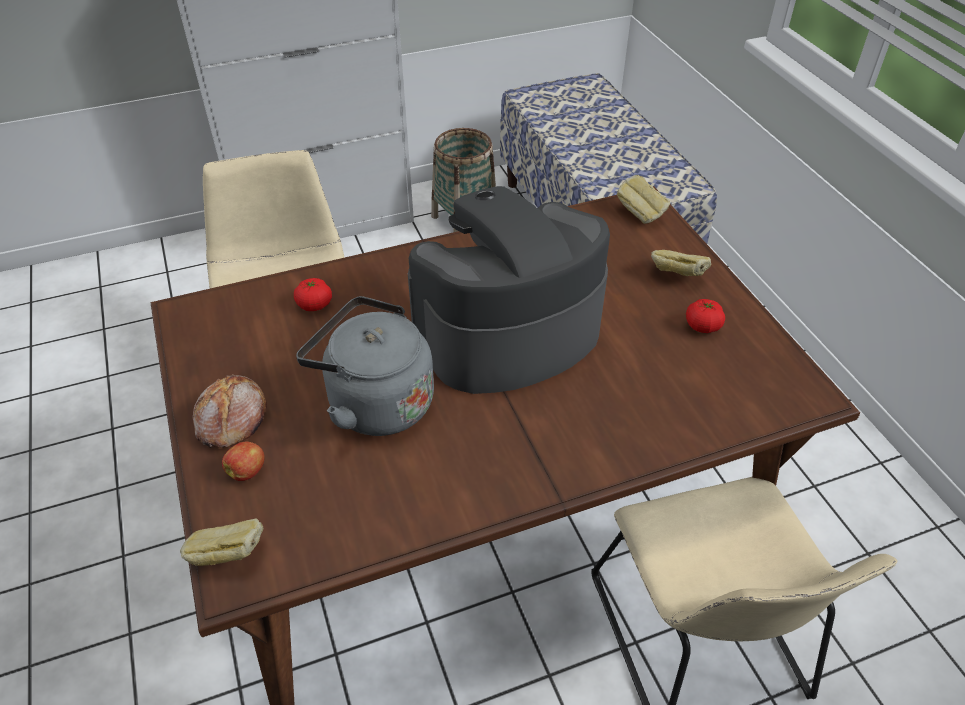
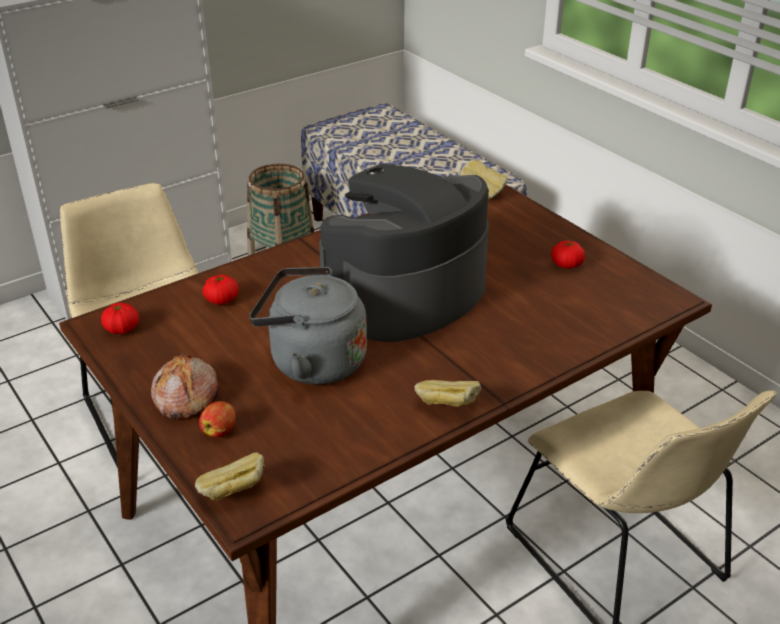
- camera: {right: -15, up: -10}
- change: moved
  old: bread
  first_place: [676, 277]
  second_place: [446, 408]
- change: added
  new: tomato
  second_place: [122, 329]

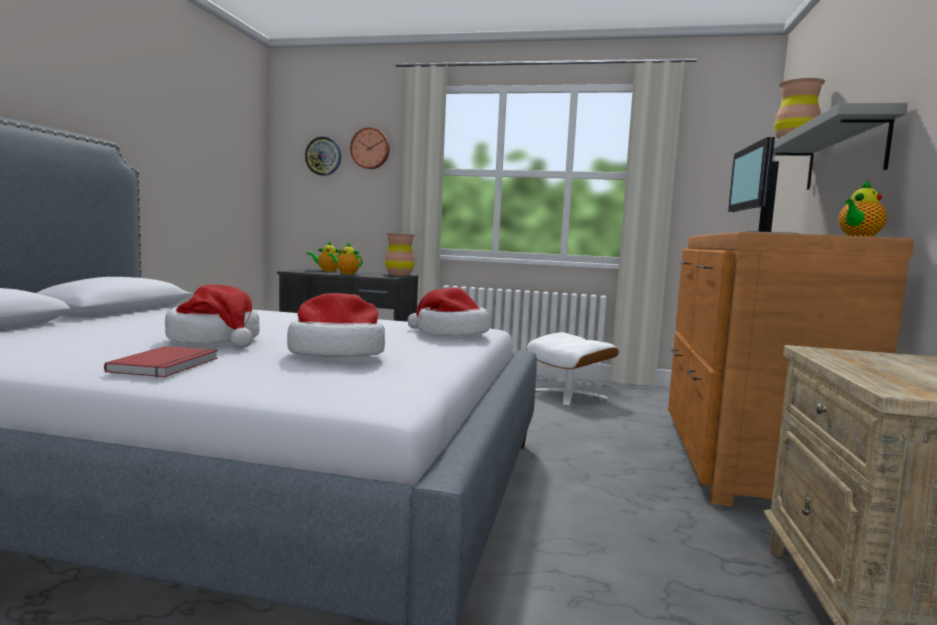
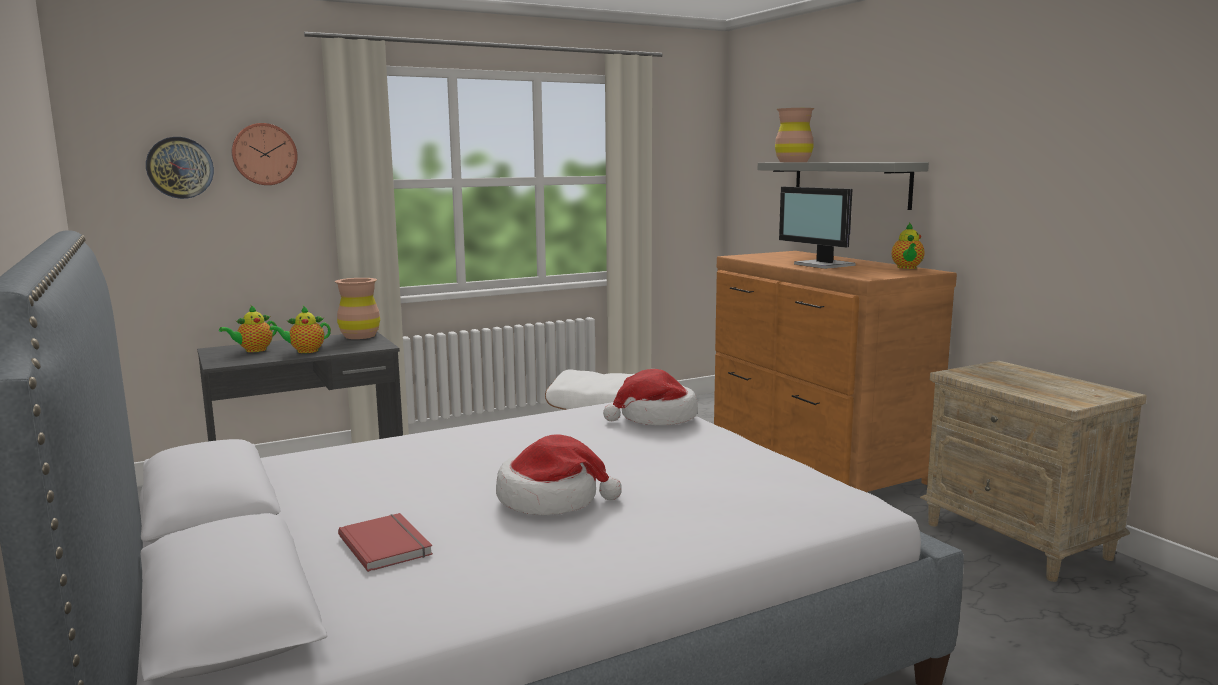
- camera: {right: -40, up: 5}
- change: removed
  old: hat
  first_place: [337, 353]
- change: moved
  old: book (red)
  first_place: [168, 365]
  second_place: [387, 544]

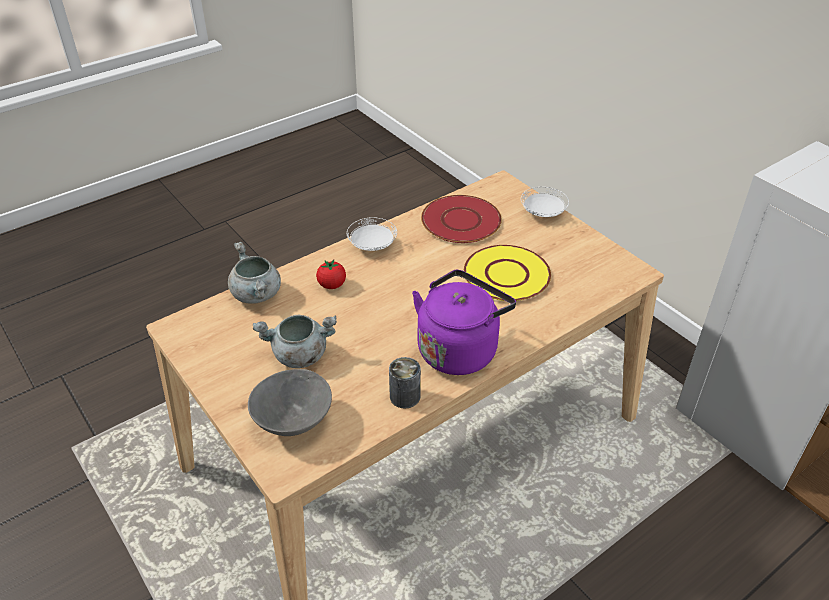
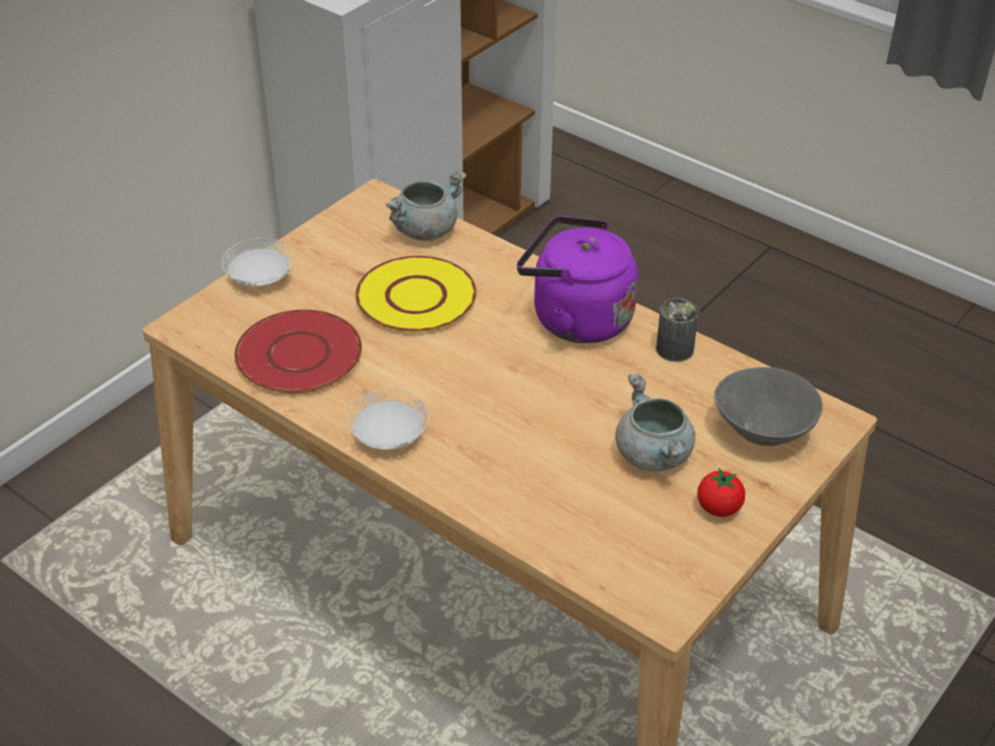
- camera: {right: -105, up: 0}
- change: moved
  old: cooking pot (grey)
  first_place: [257, 294]
  second_place: [425, 230]
- change: moved
  old: tomato
  first_place: [332, 285]
  second_place: [718, 508]

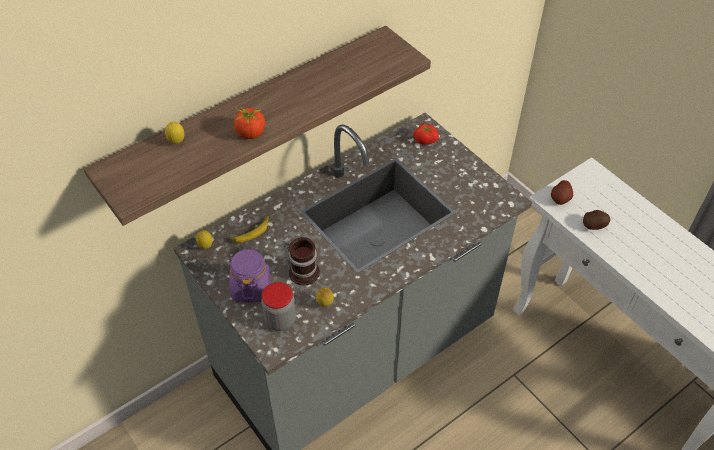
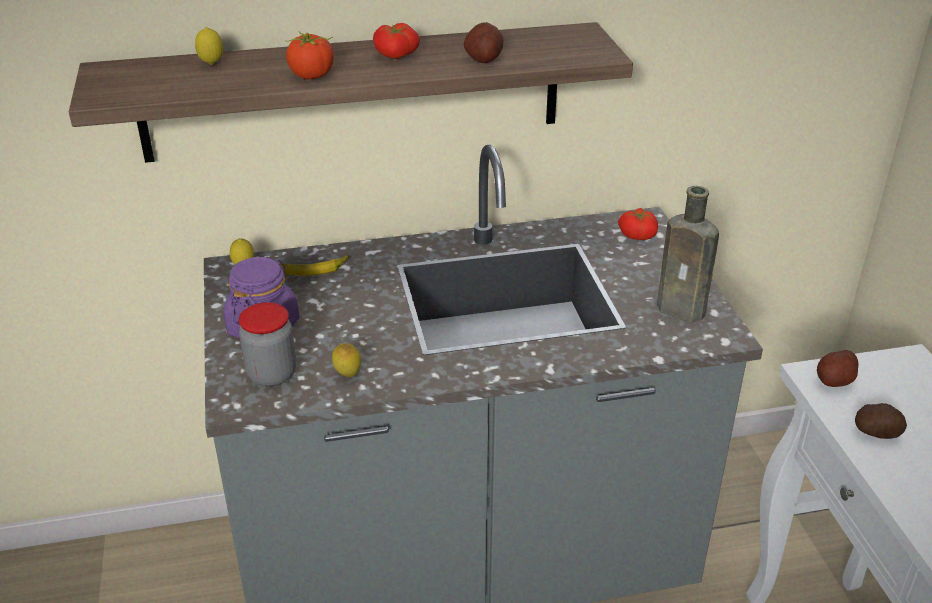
- camera: {right: 25, up: -15}
- change: removed
  old: mug
  first_place: [302, 270]
- change: added
  new: potato
  second_place: [483, 58]
- change: added
  new: tomato
  second_place: [396, 56]
- change: added
  new: bottle (brown)
  second_place: [684, 311]

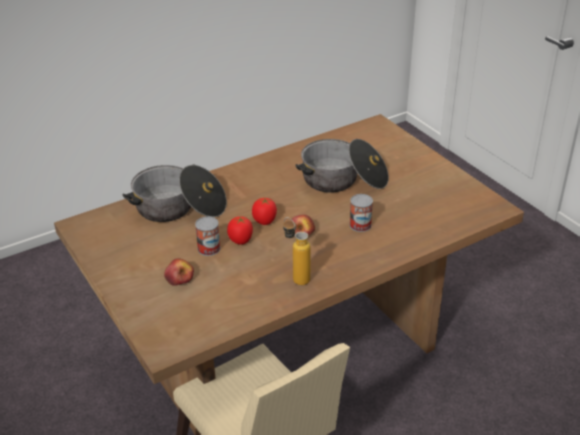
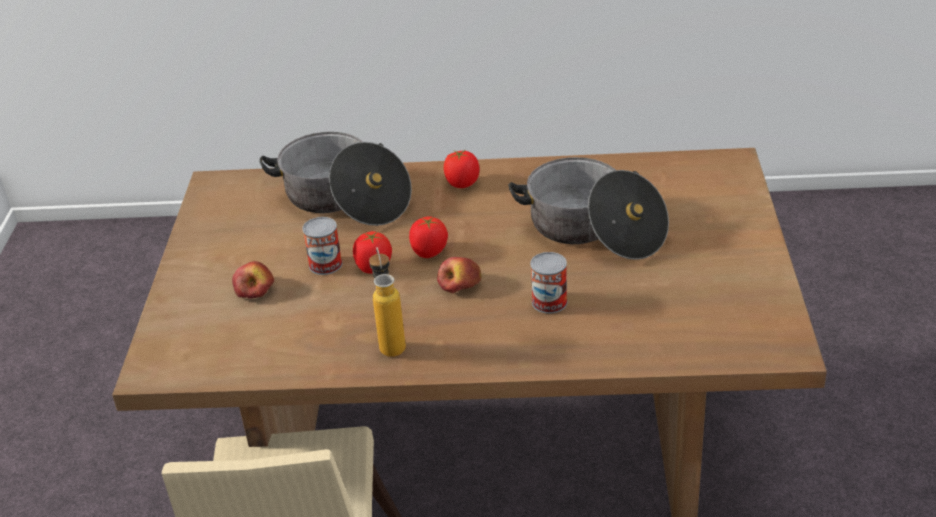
- camera: {right: 35, up: 0}
- change: added
  new: tomato
  second_place: [462, 184]

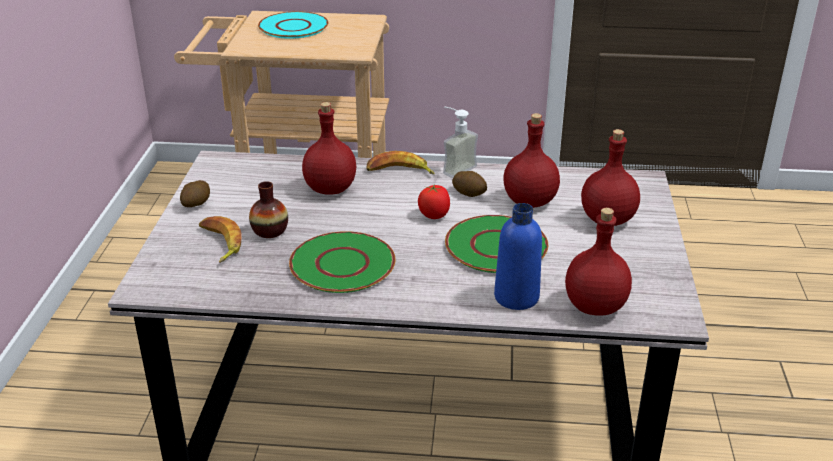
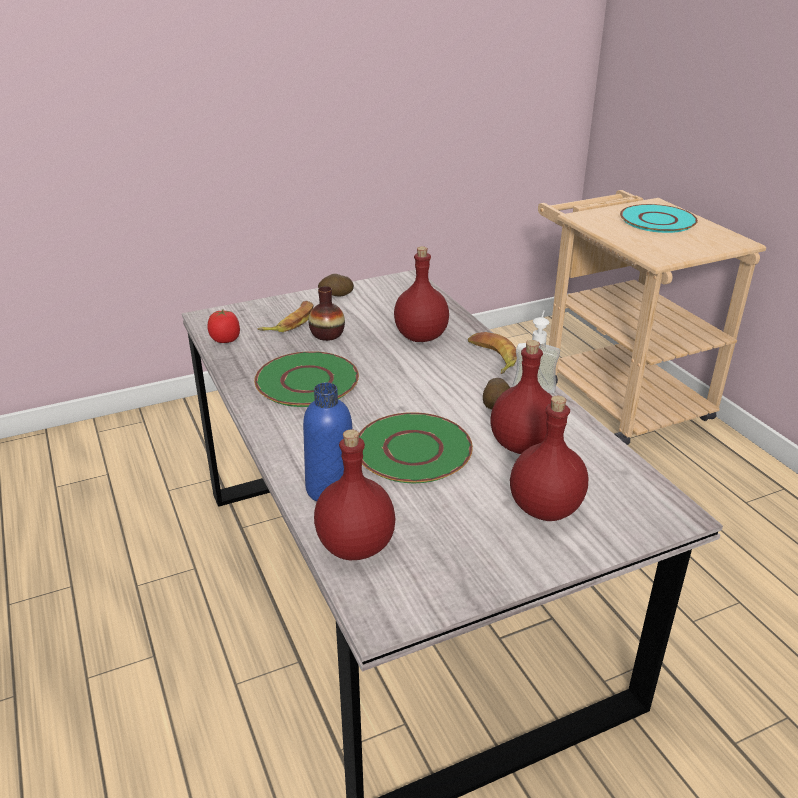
- camera: {right: 60, up: 0}
- change: moved
  old: tomato
  first_place: [434, 215]
  second_place: [225, 340]

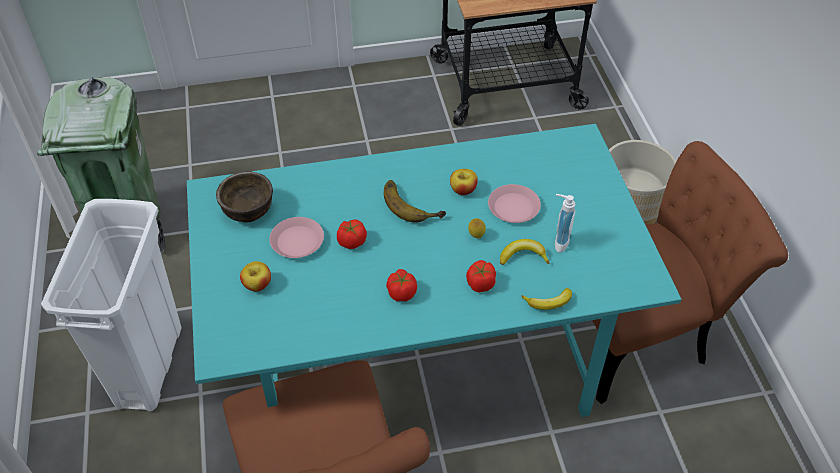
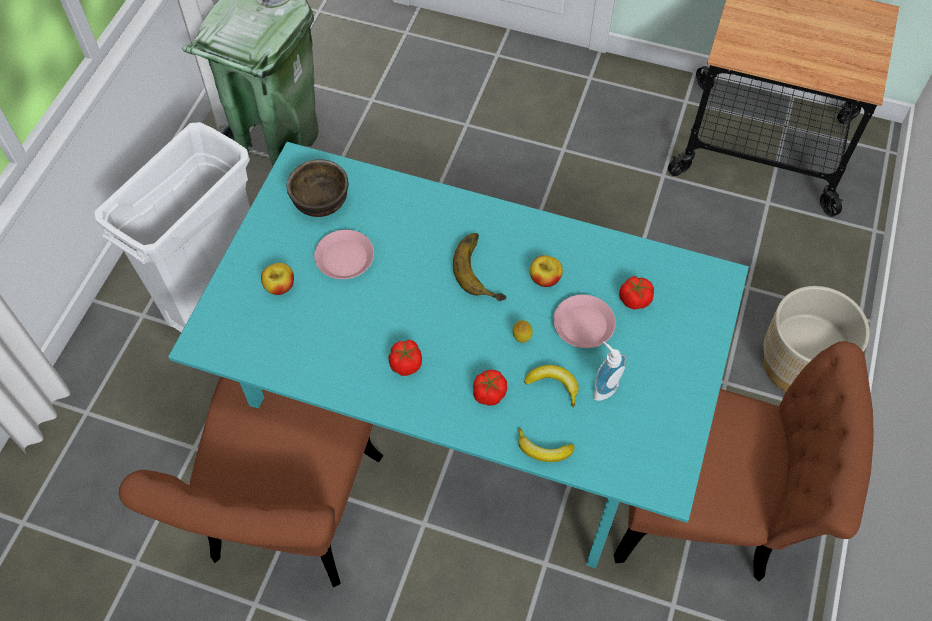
- camera: {right: 30, up: 10}
- change: moved
  old: tomato
  first_place: [351, 241]
  second_place: [634, 299]

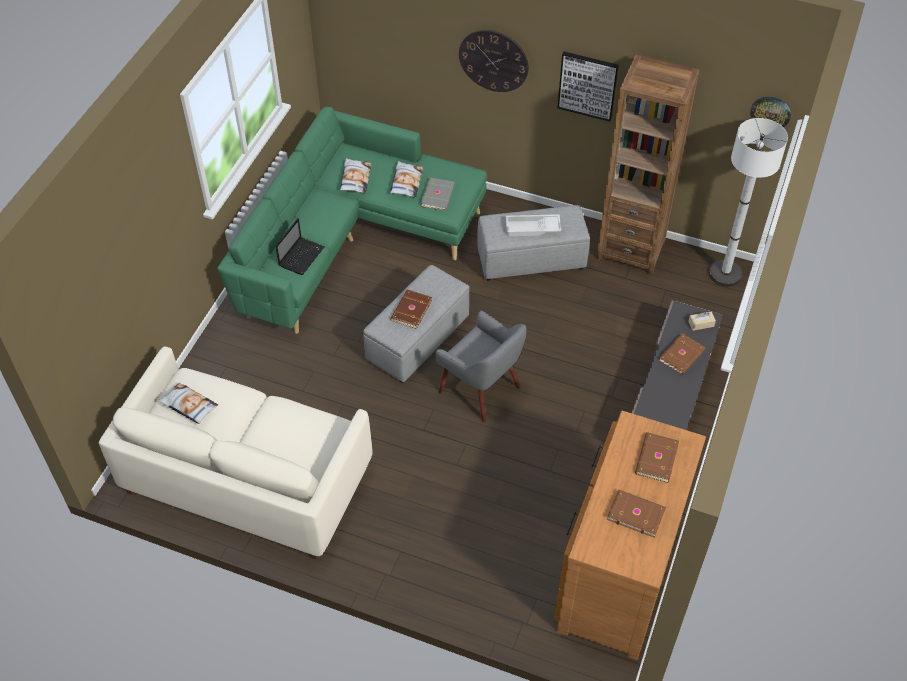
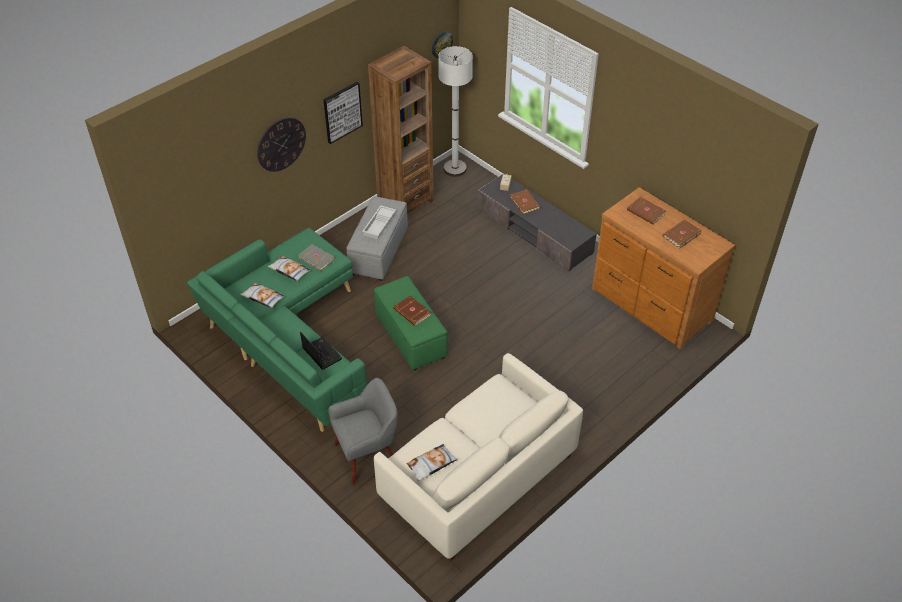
- camera: {right: -65, up: -5}
- change: recoloured
  old: ottoman (grey)
  new: ottoman (green)
  first_place: [418, 339]
  second_place: [410, 336]
- change: moved
  old: armchair (grey)
  first_place: [481, 389]
  second_place: [367, 455]

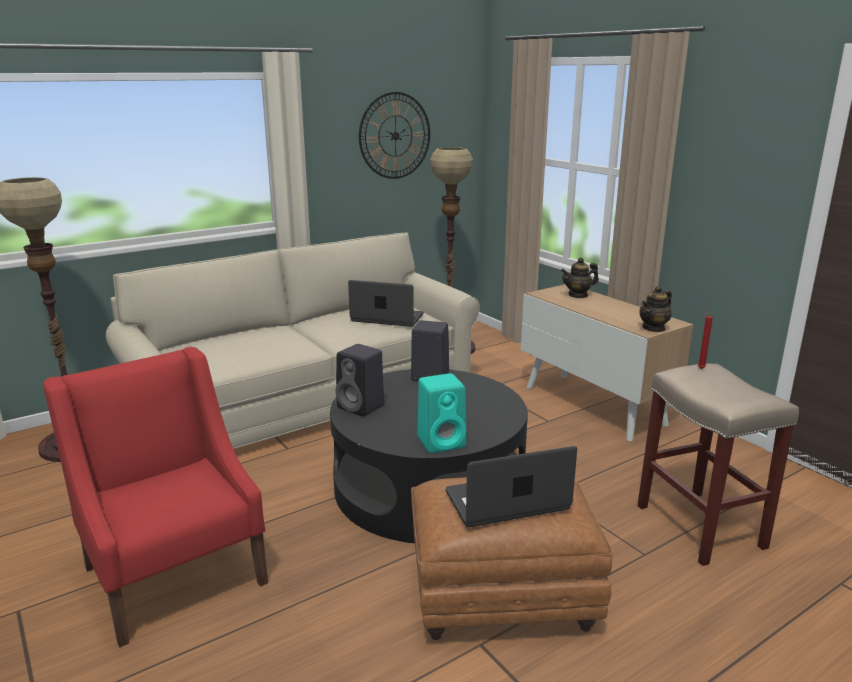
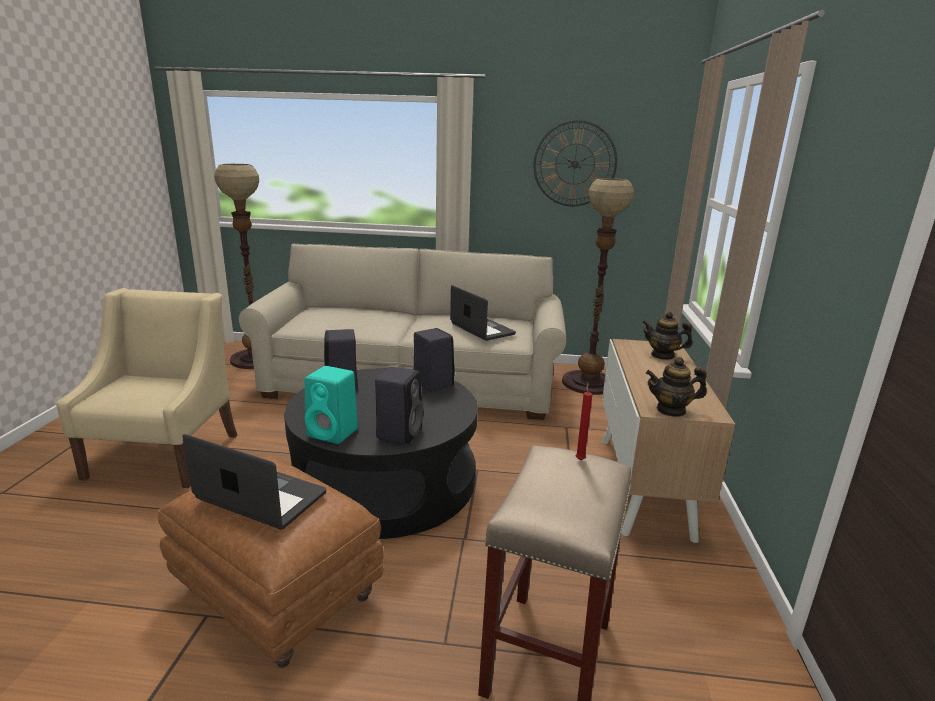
- camera: {right: 40, up: 0}
- change: recoloured
  old: armchair (red)
  new: armchair (beige)
  first_place: [175, 573]
  second_place: [165, 455]
- change: added
  new: speaker (black)
  second_place: [399, 432]

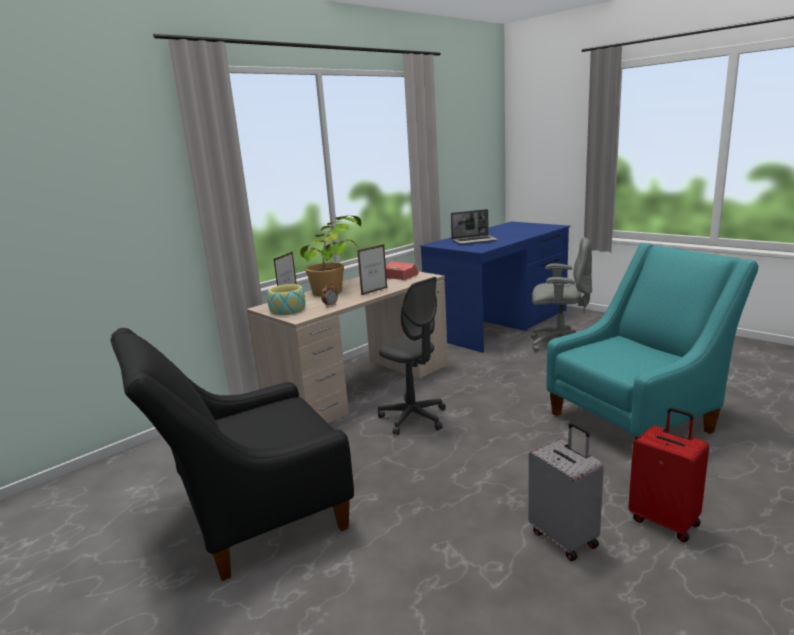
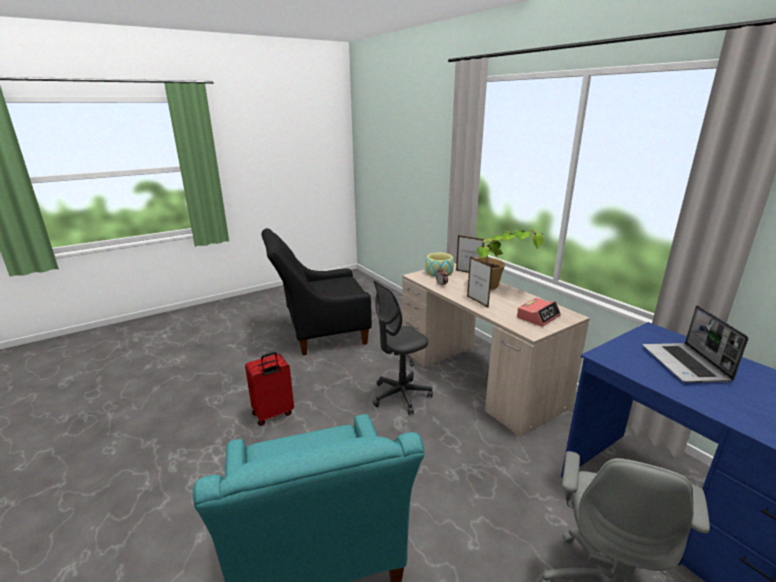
- camera: {right: 100, up: 5}
- change: turned
  old: armchair (black)
  first_place: [251, 518]
  second_place: [320, 333]
  degrees: -90
- change: moved
  old: suitcase (red)
  first_place: [665, 521]
  second_place: [273, 414]
- change: removed
  old: suitcase (grey)
  first_place: [565, 538]

